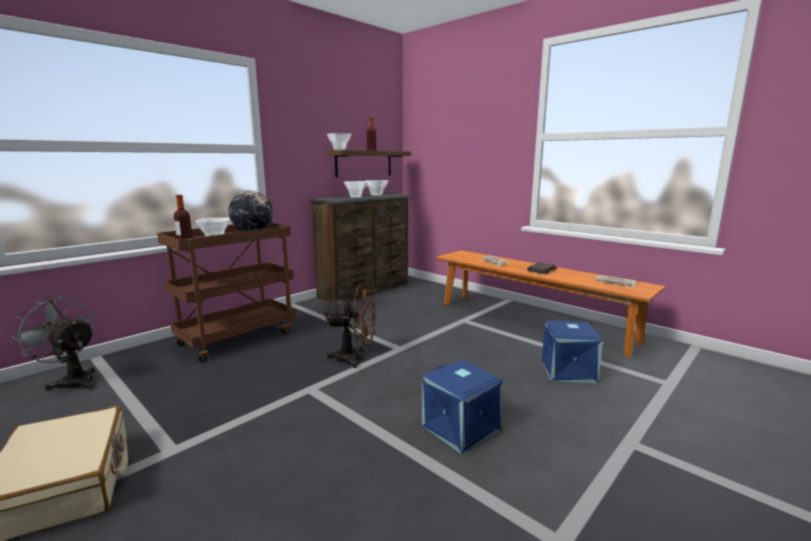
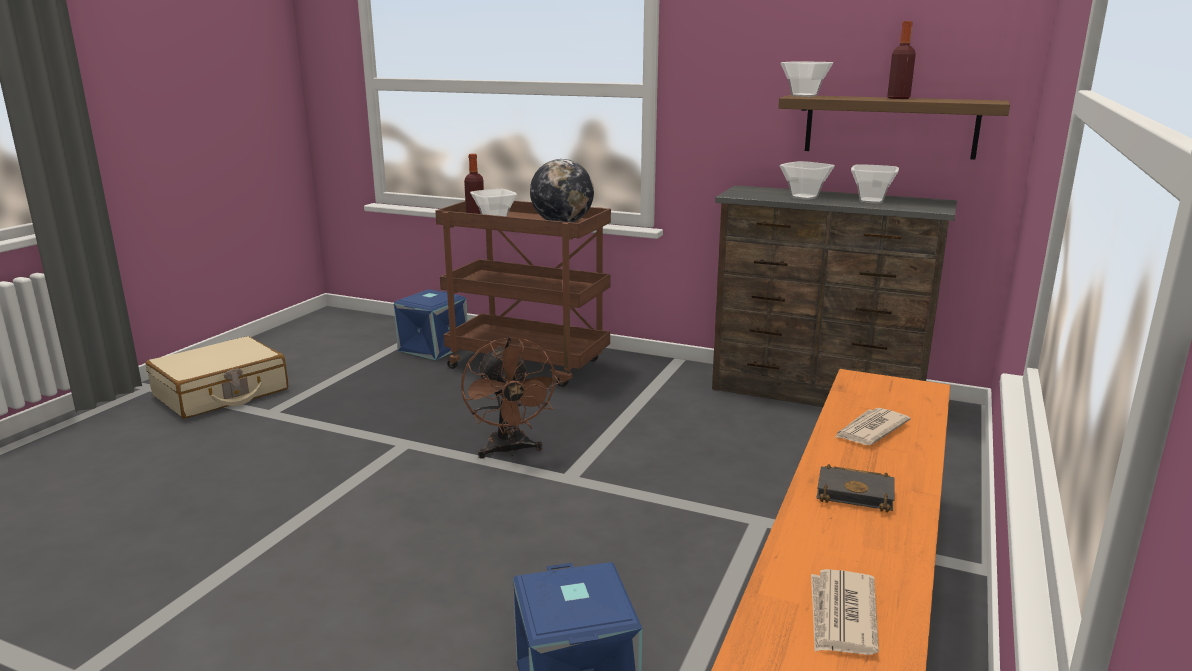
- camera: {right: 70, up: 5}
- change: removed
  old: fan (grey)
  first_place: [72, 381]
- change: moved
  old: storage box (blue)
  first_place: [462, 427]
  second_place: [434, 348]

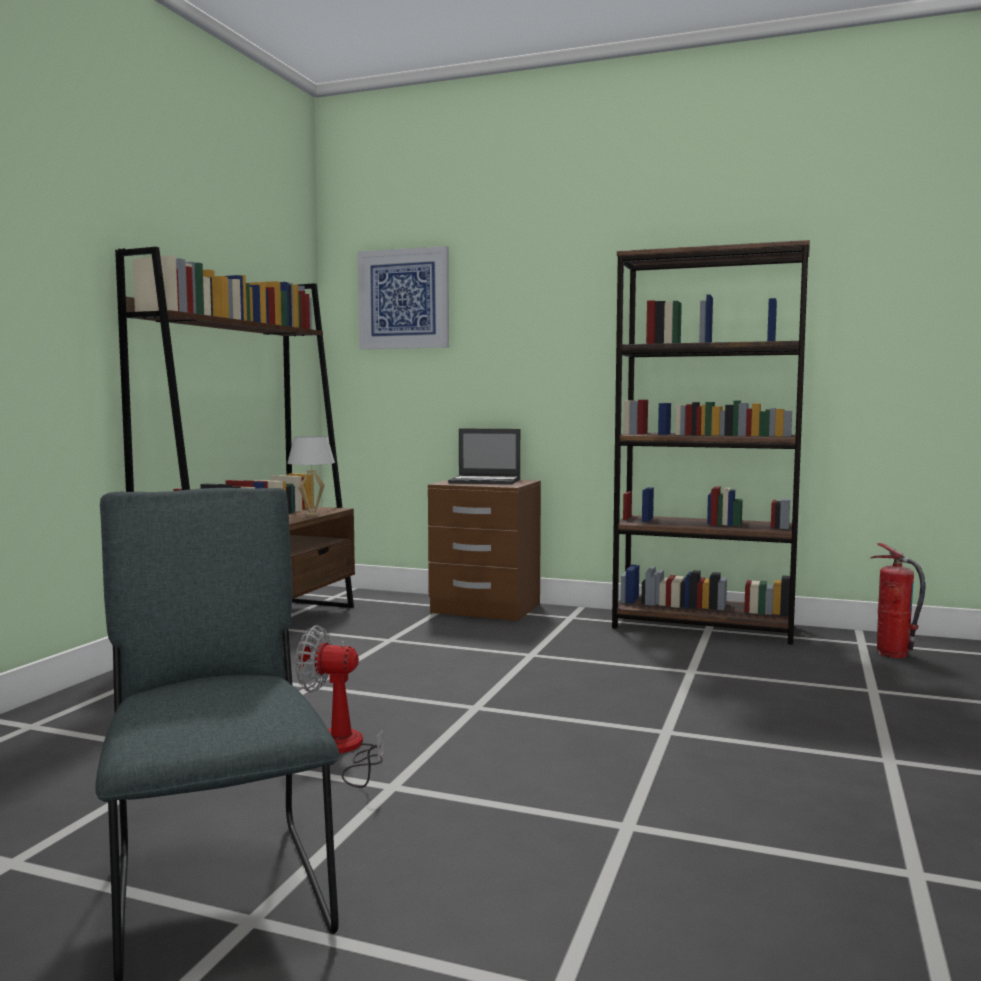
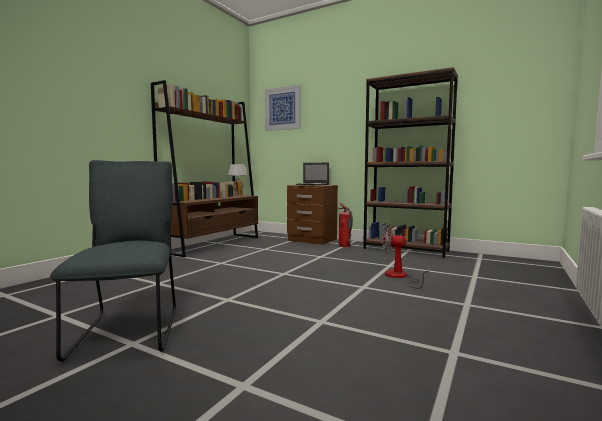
- camera: {right: 10, up: 0}
- change: moved
  old: fire extinguisher
  first_place: [892, 654]
  second_place: [344, 246]
- change: moved
  old: fan
  first_place: [342, 750]
  second_place: [400, 277]

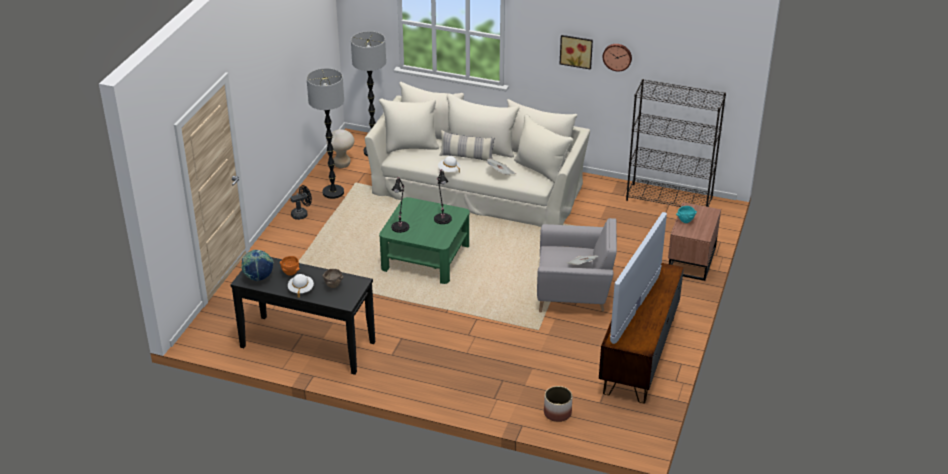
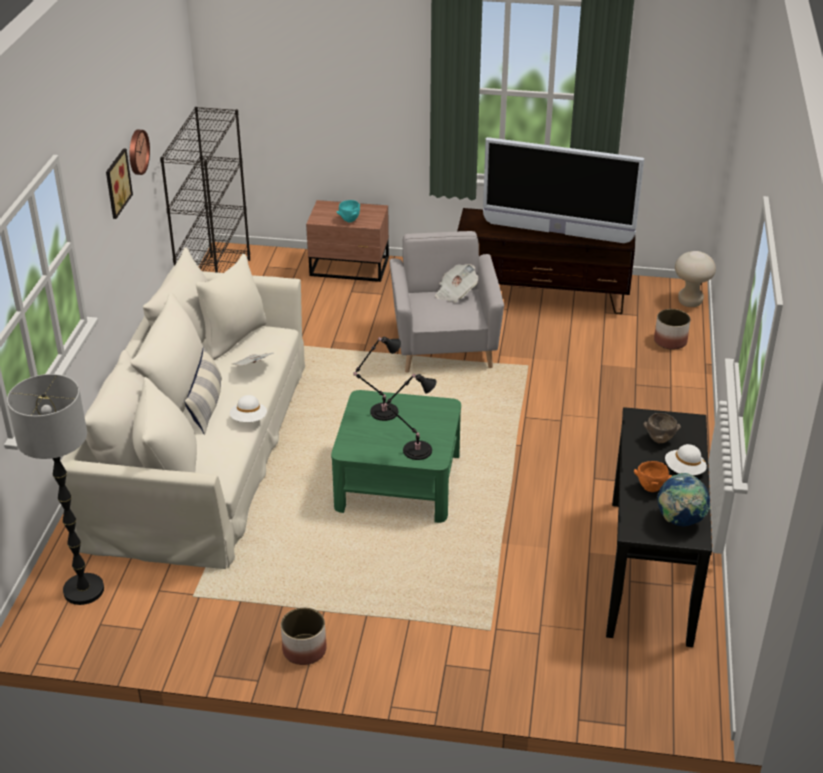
- camera: {right: -100, up: 0}
- change: removed
  old: floor lamp
  first_place: [333, 192]
- change: moved
  old: stool (beige)
  first_place: [342, 164]
  second_place: [690, 302]
- change: replaced
  old: fan (black)
  new: planter
  first_place: [302, 214]
  second_place: [304, 650]

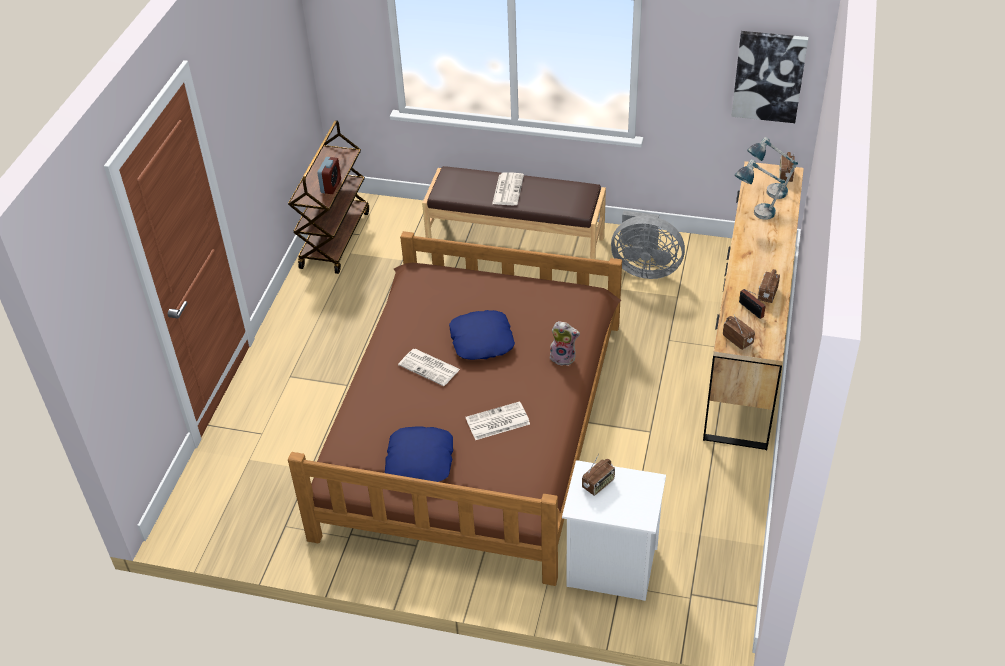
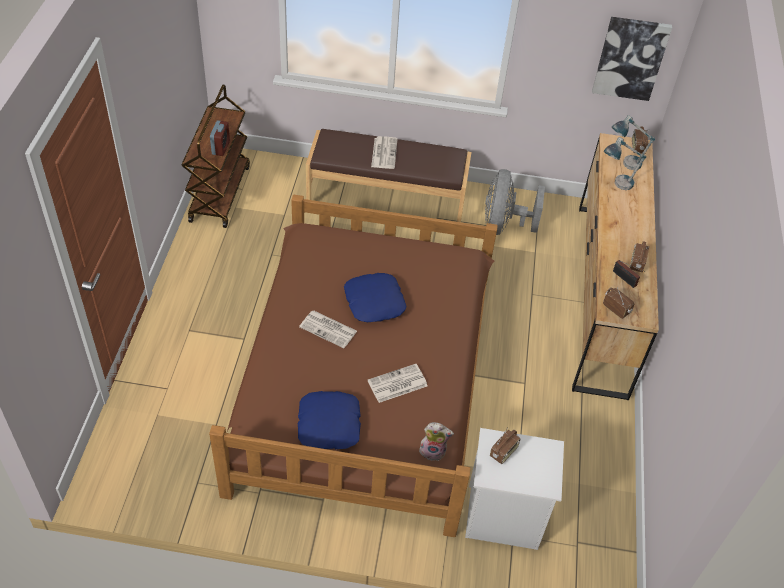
- camera: {right: -10, up: 5}
- change: turned
  old: fan (grey)
  first_place: [644, 268]
  second_place: [503, 225]
  degrees: 90
- change: moved
  old: plush toy
  first_place: [563, 357]
  second_place: [433, 451]

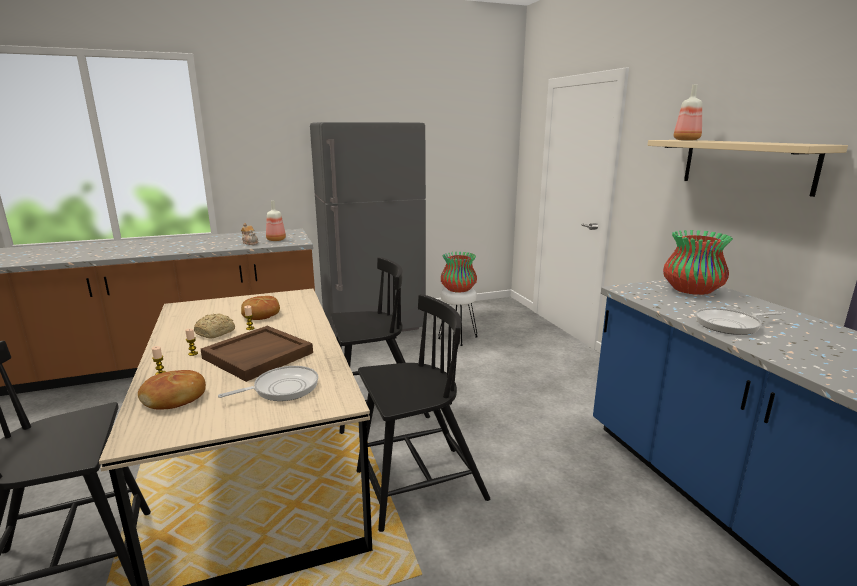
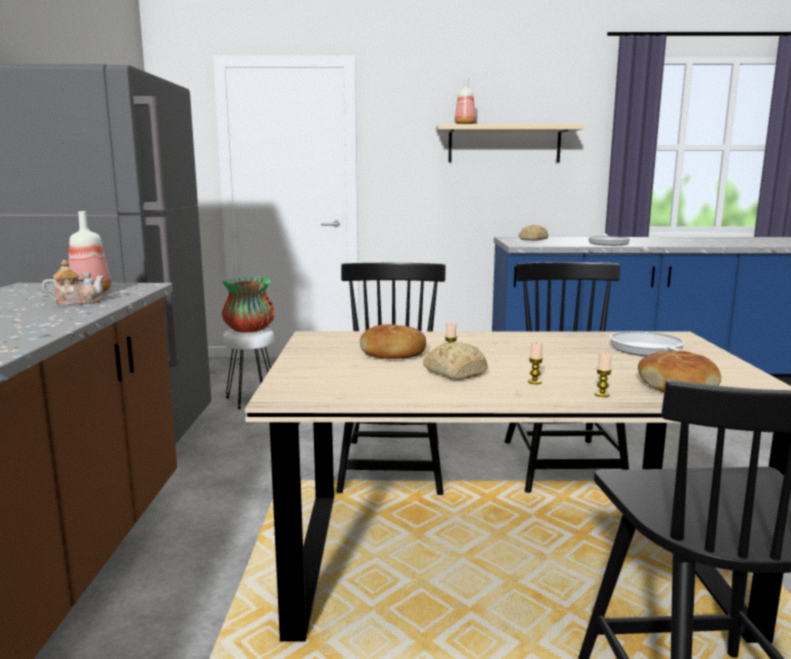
- camera: {right: -70, up: -5}
- change: replaced
  old: vase
  new: bread
  first_place: [691, 290]
  second_place: [532, 239]
- change: removed
  old: tray (brown)
  first_place: [258, 356]

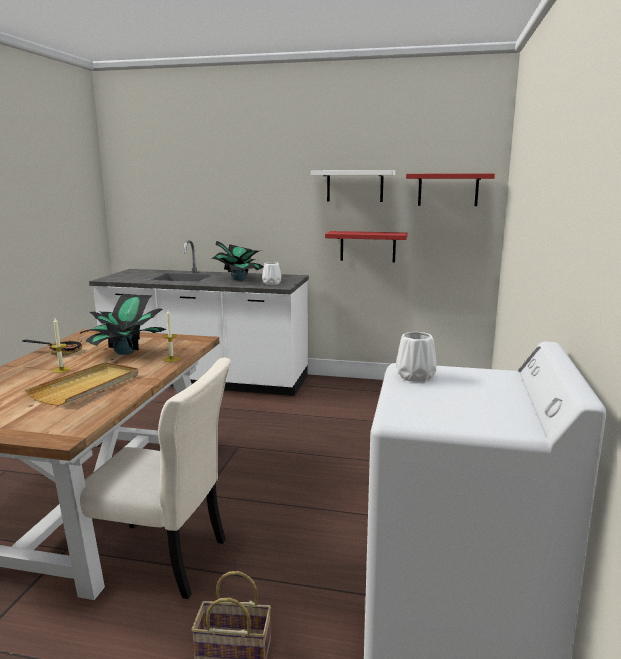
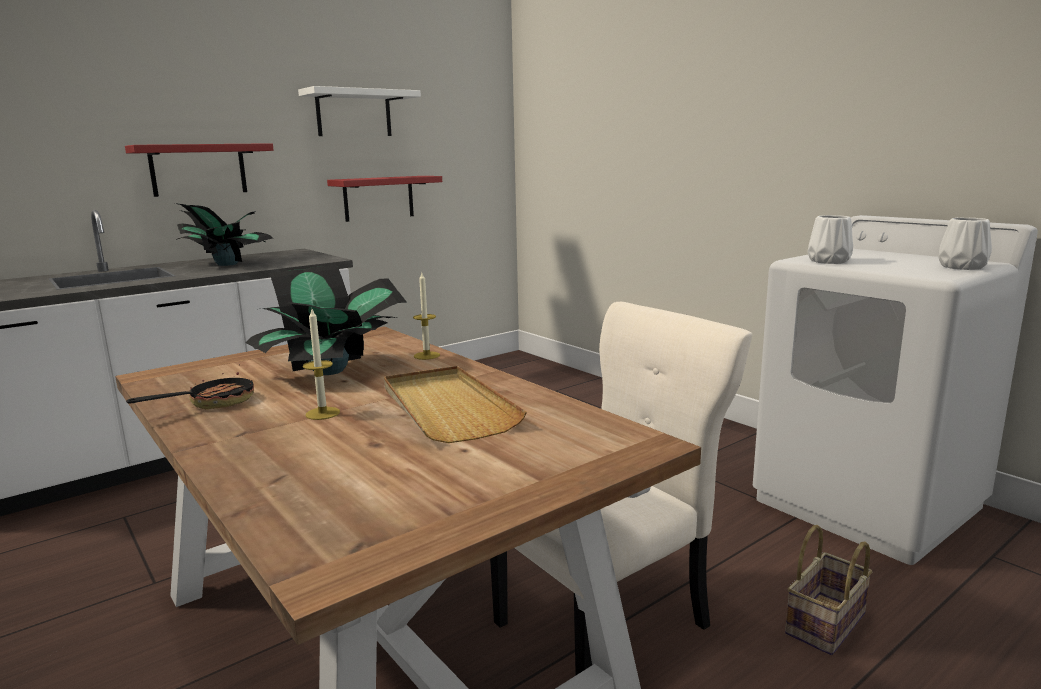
- camera: {right: -50, up: 0}
- change: moved
  old: shelf (red)
  first_place: [448, 189]
  second_place: [198, 169]
- change: moved
  old: vase (white)
  first_place: [272, 283]
  second_place: [962, 267]

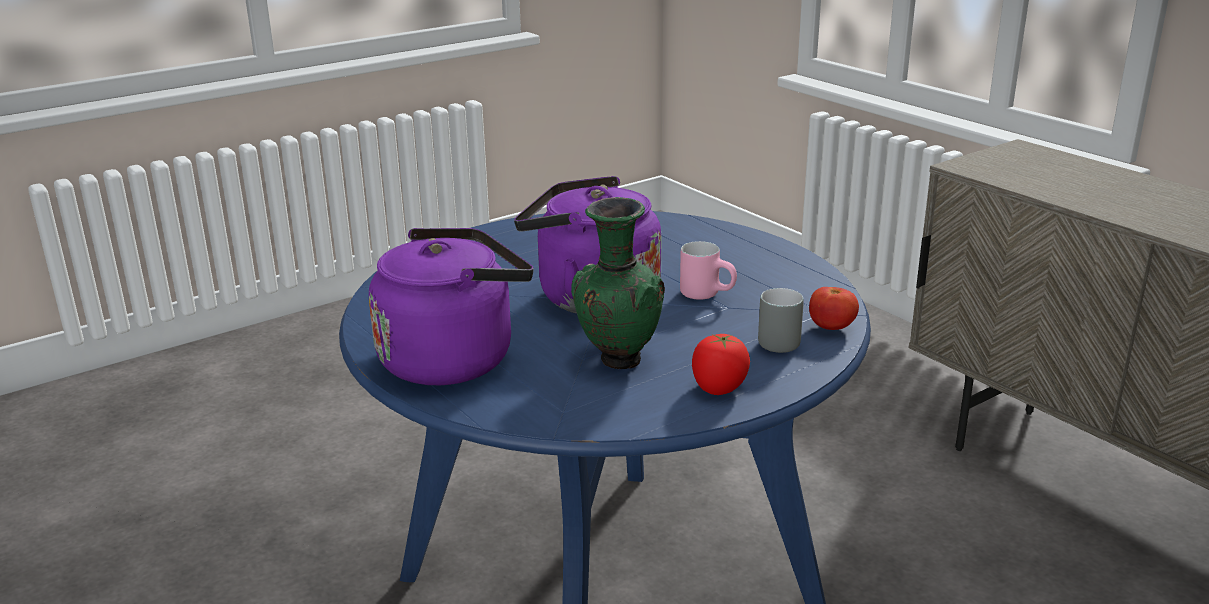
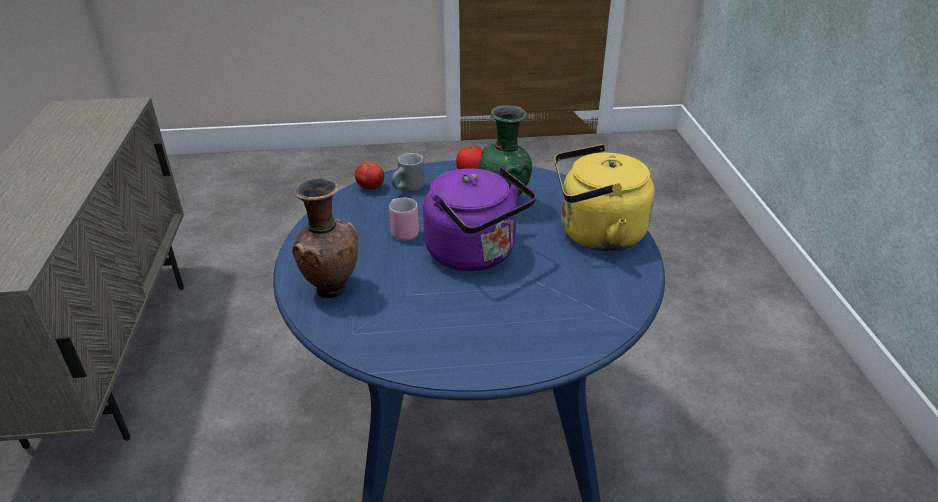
- camera: {right: -150, up: 10}
- change: recoloured
  old: kettle (purple)
  new: kettle (yellow)
  first_place: [454, 358]
  second_place: [596, 234]
- change: added
  new: vase (brown)
  second_place: [331, 289]

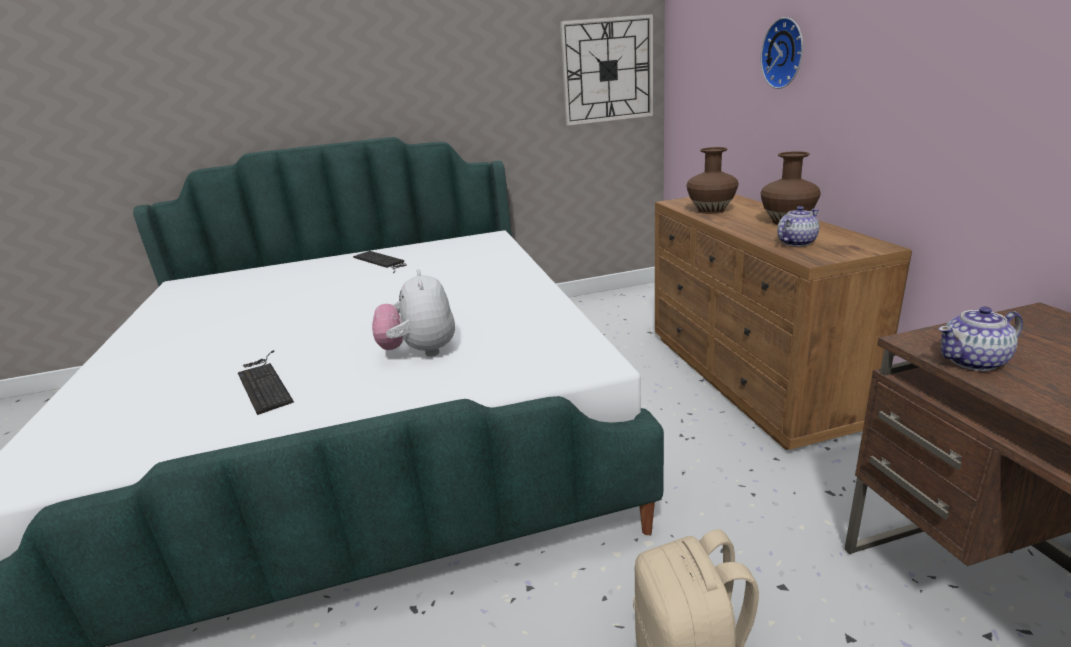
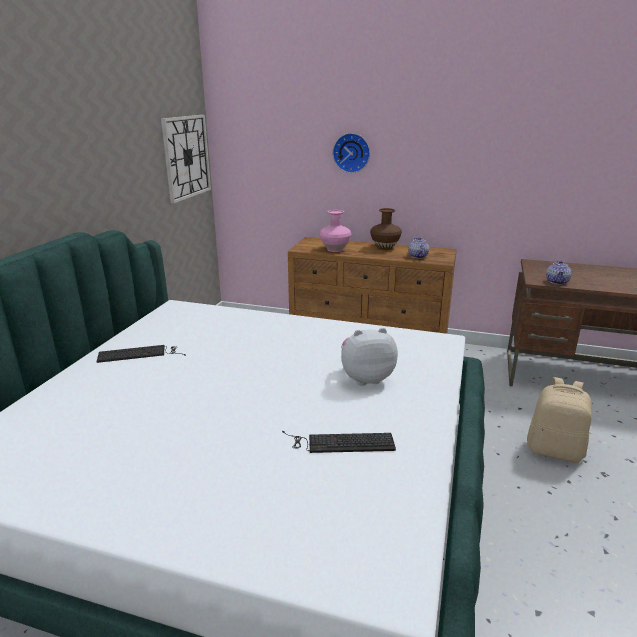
- camera: {right: -60, up: 0}
- change: recoloured
  old: vase (brown)
  new: vase (pink)
  first_place: [710, 210]
  second_place: [335, 249]
- change: turned
  old: plush toy
  first_place: [420, 352]
  second_place: [366, 378]
  degrees: 150

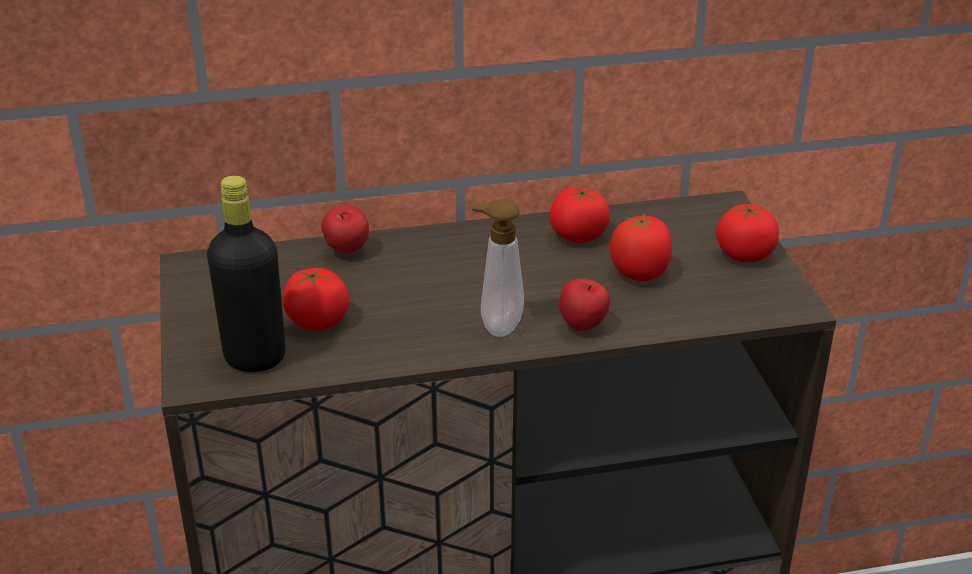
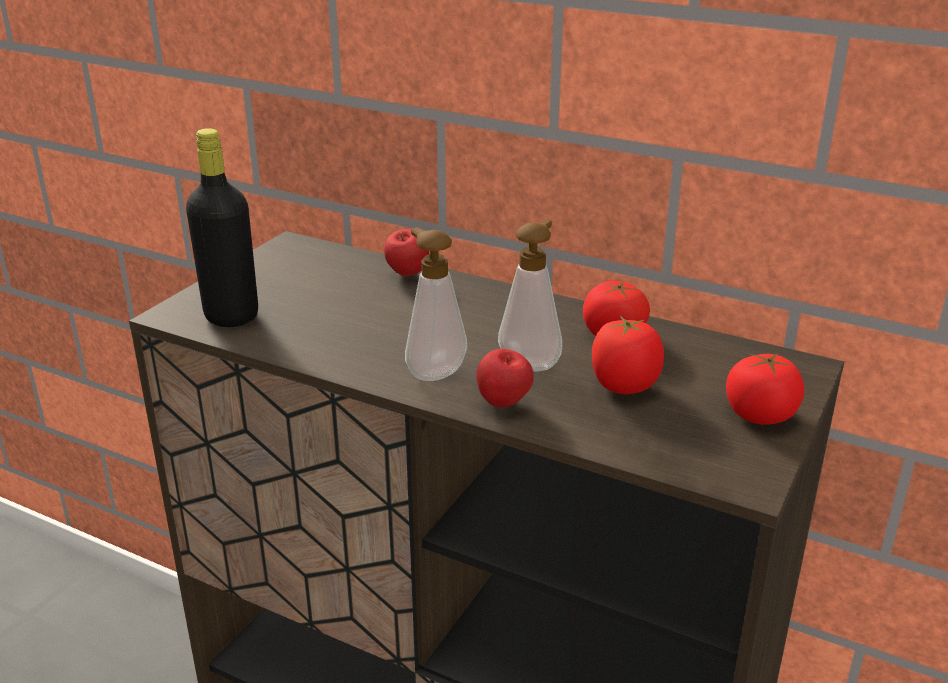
- camera: {right: 40, up: -5}
- change: removed
  old: tomato
  first_place: [317, 321]
- change: added
  new: soap dispenser
  second_place: [531, 362]

